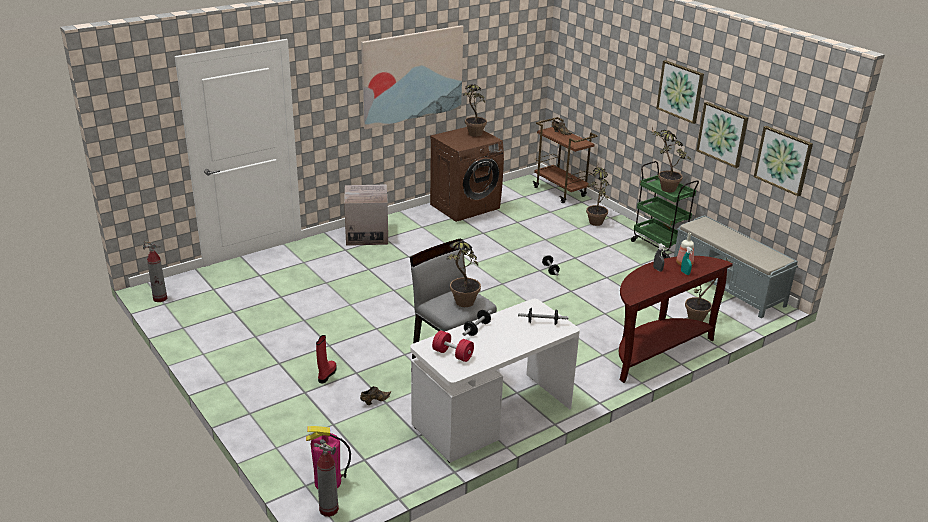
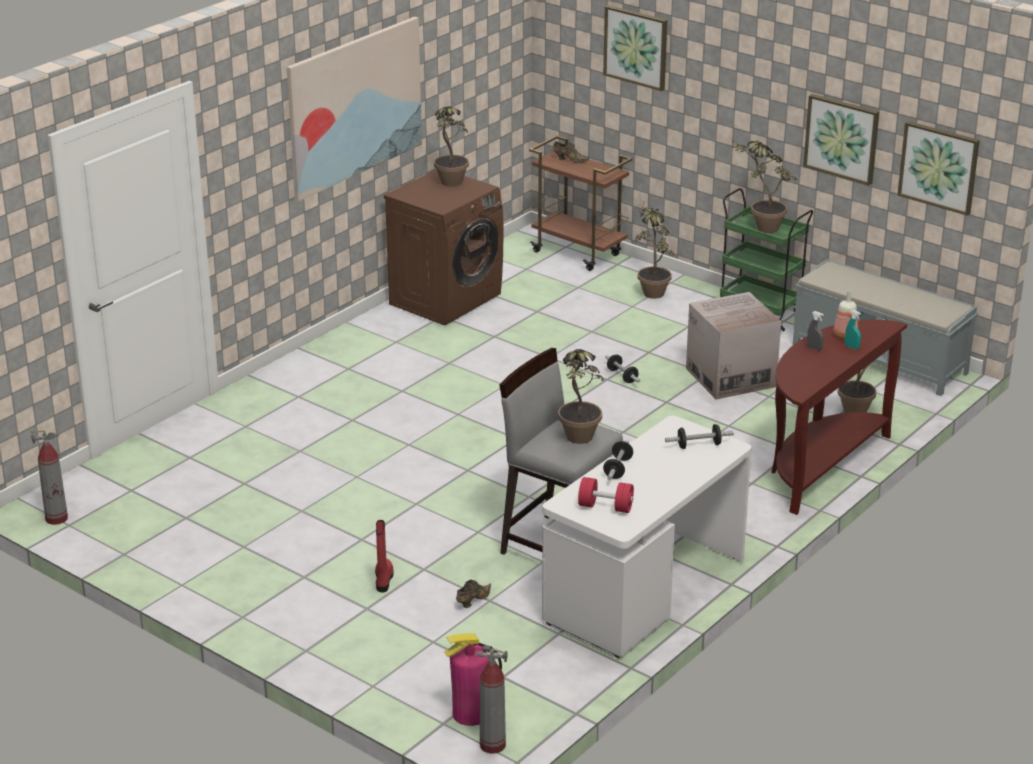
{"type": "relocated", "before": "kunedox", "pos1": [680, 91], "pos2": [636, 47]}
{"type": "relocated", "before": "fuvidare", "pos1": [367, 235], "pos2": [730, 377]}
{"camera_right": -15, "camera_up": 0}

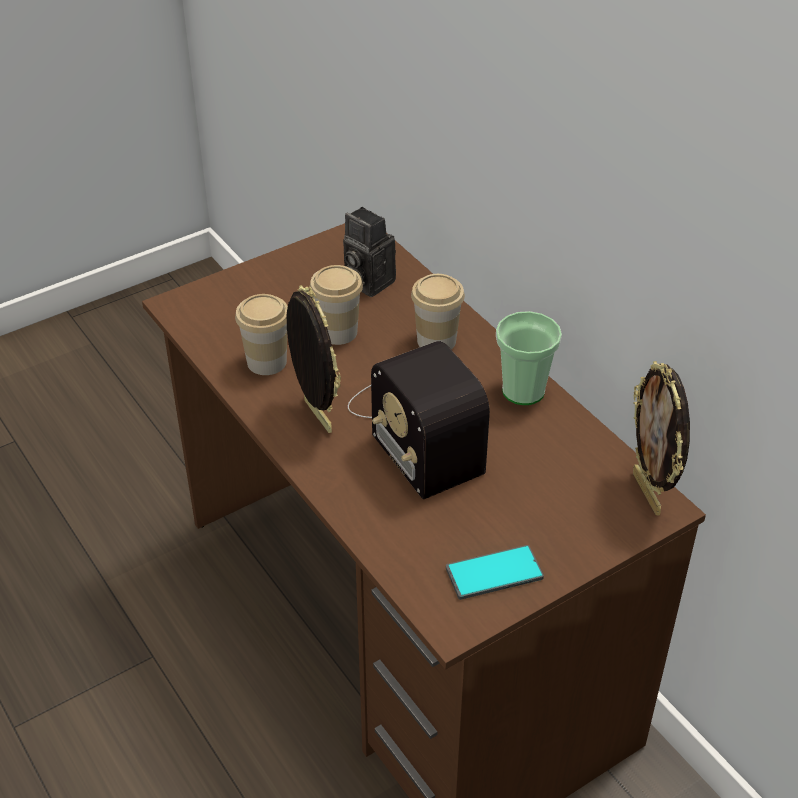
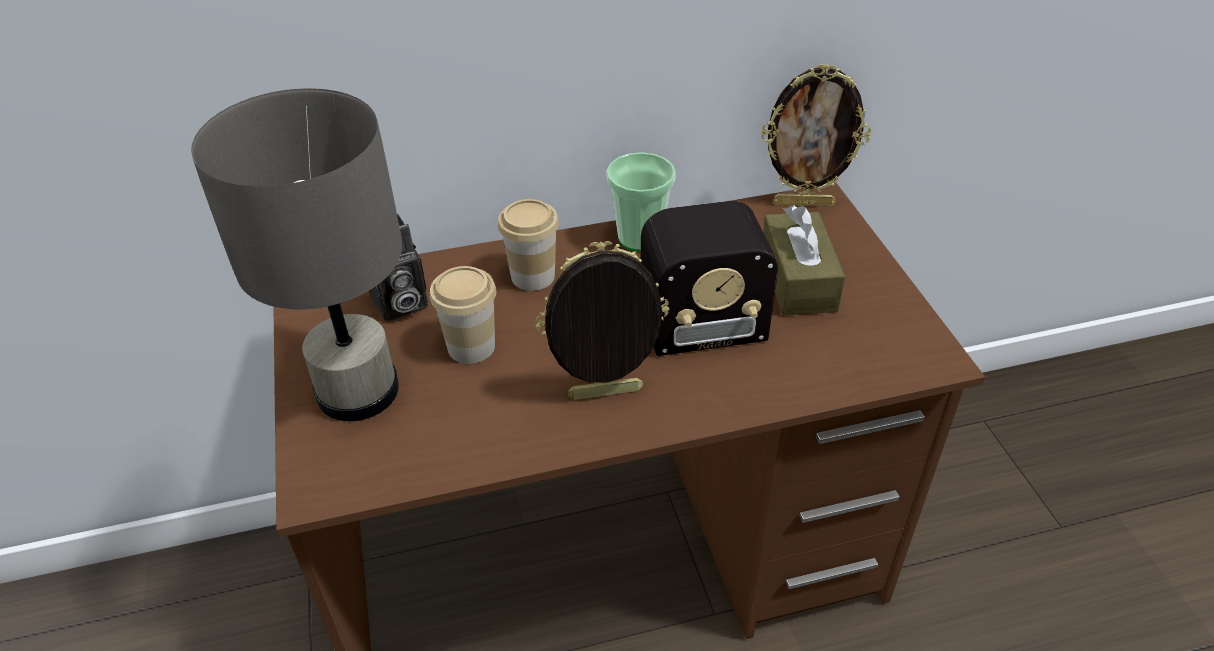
{"type": "missing", "before": "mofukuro", "pos1": [267, 362]}
{"type": "missing", "before": "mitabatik", "pos1": [494, 573]}
{"type": "appeared", "after": "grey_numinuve", "pos2": [360, 391]}
{"type": "appeared", "after": "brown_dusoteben", "pos2": [798, 280]}
{"camera_right": -70, "camera_up": 0}

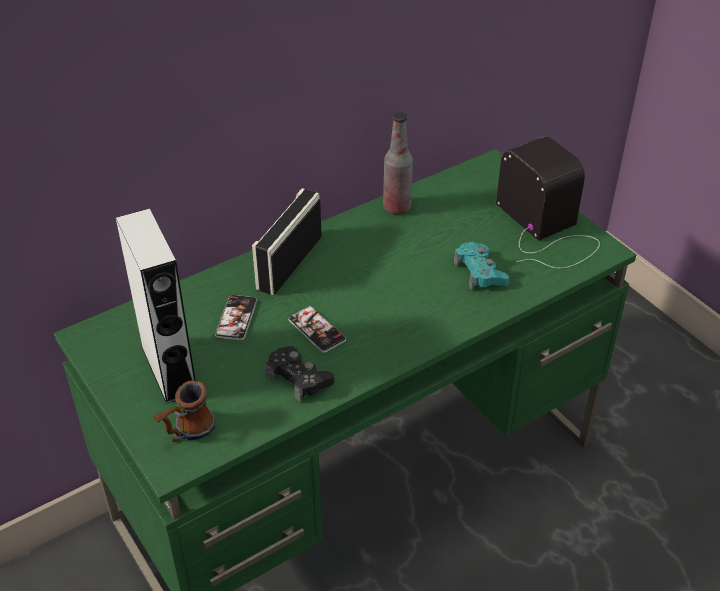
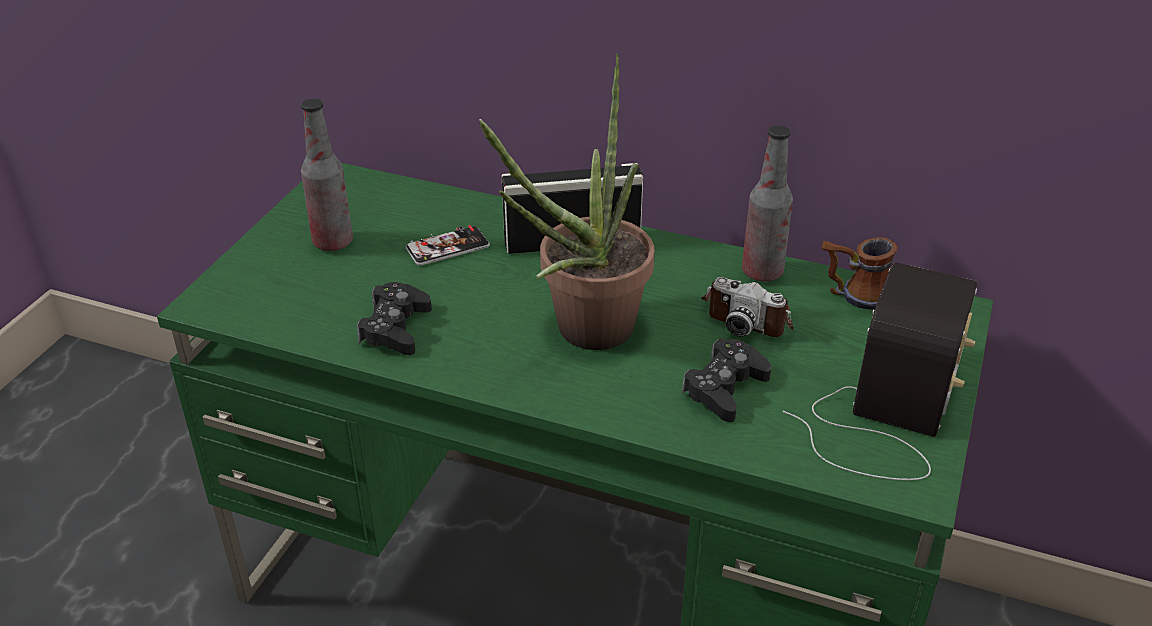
{"type": "exchanged", "before": "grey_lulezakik", "after": "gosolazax", "pos1": [169, 370], "pos2": [333, 242]}
{"type": "colour", "before": "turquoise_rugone", "after": "black_rugone", "pos1": [480, 272], "pos2": [725, 388]}
{"type": "missing", "before": "mitabatik", "pos1": [317, 330]}
{"type": "relocated", "before": "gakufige", "pos1": [187, 432], "pos2": [853, 295]}
{"type": "appeared", "after": "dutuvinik", "pos2": [582, 334]}
{"type": "appeared", "after": "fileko", "pos2": [749, 315]}
{"camera_right": 55, "camera_up": -5}

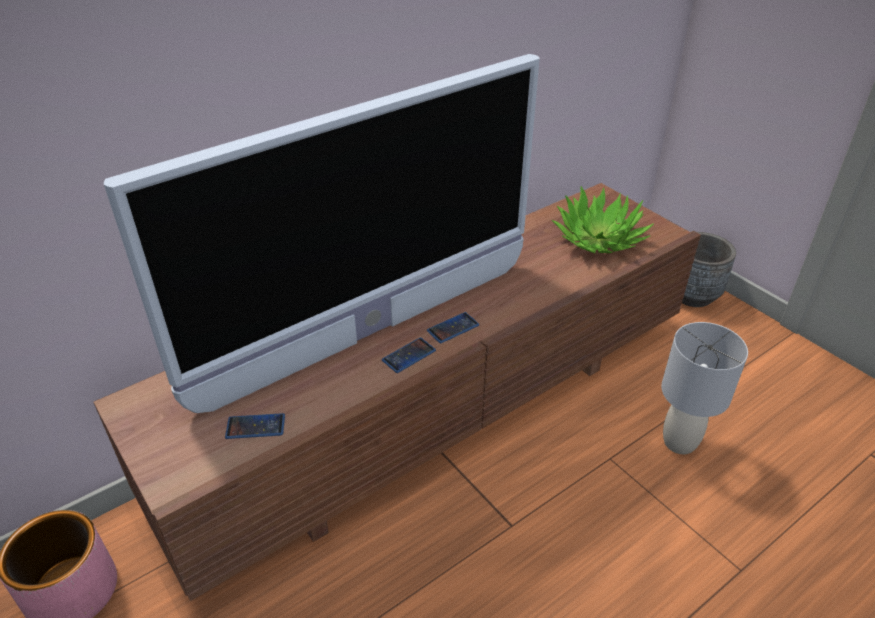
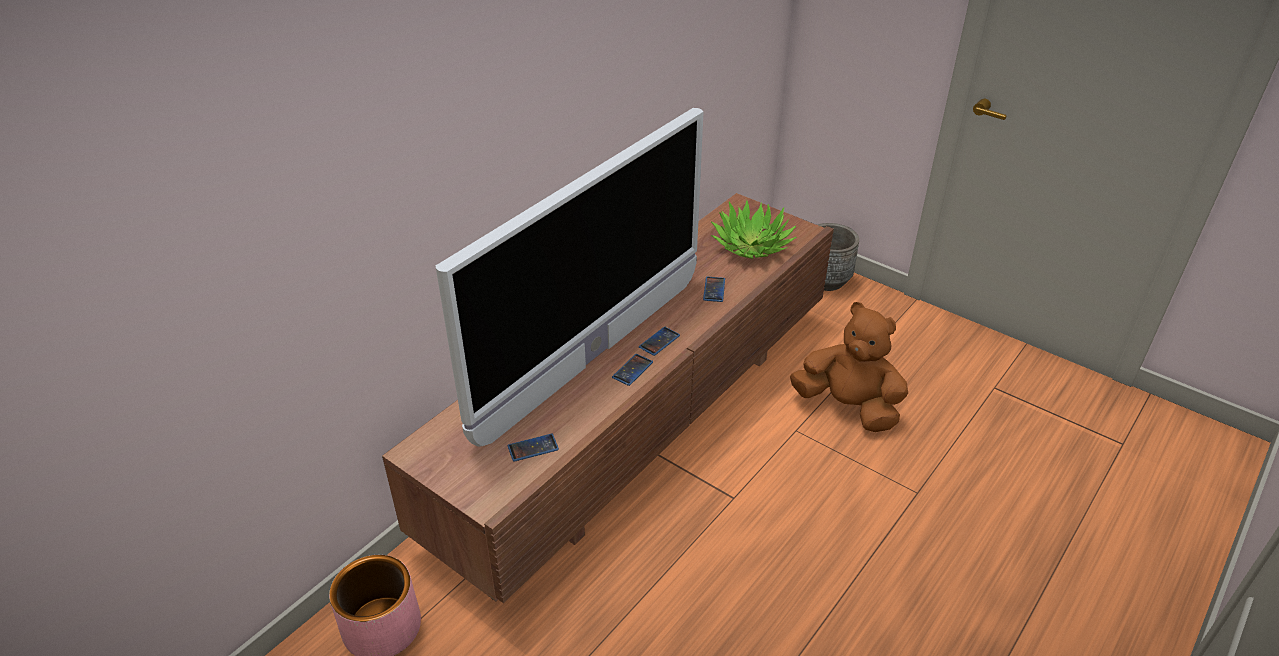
{"type": "exchanged", "before": "grey_numinuve", "after": "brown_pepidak", "pos1": [680, 442], "pos2": [848, 406]}
{"type": "appeared", "after": "mitabatik", "pos2": [714, 289]}
{"camera_right": -15, "camera_up": 0}

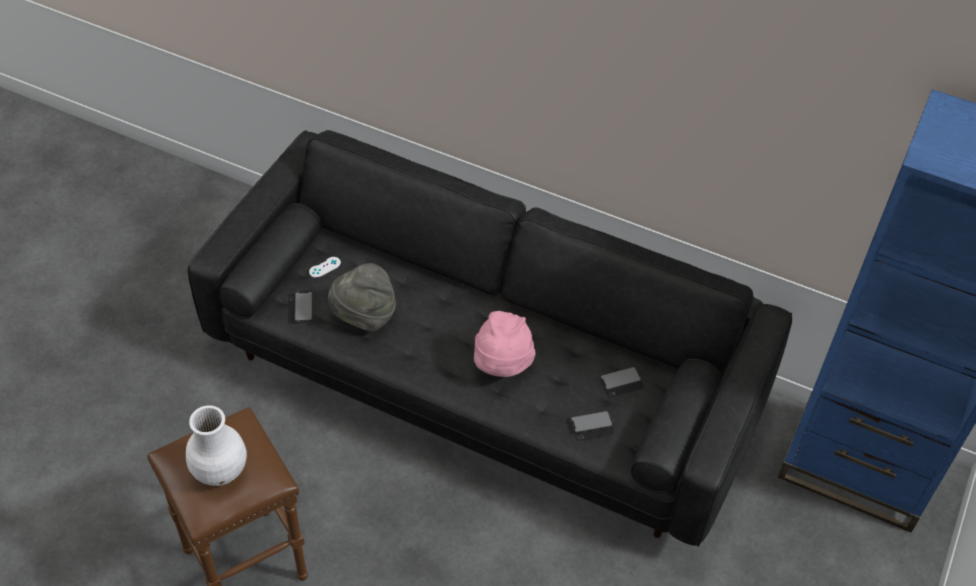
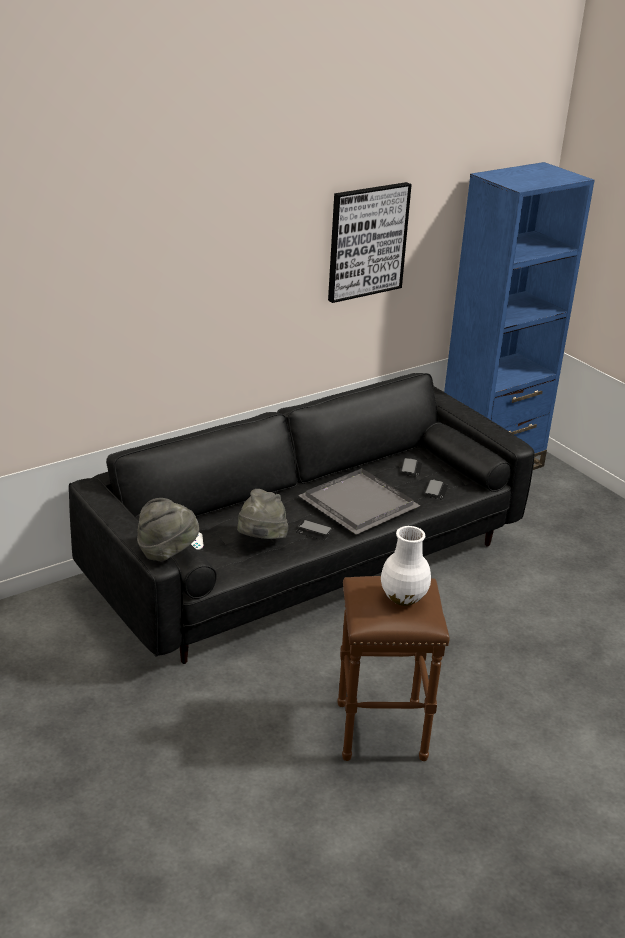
{"type": "relocated", "before": "mitabatik", "pos1": [300, 308], "pos2": [314, 531]}
{"type": "exchanged", "before": "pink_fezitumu", "after": "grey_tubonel", "pos1": [502, 365], "pos2": [358, 502]}
{"type": "appeared", "after": "kunedox", "pos2": [367, 241]}
{"type": "appeared", "after": "grey_fezitumu", "pos2": [167, 552]}
{"camera_right": -60, "camera_up": -20}

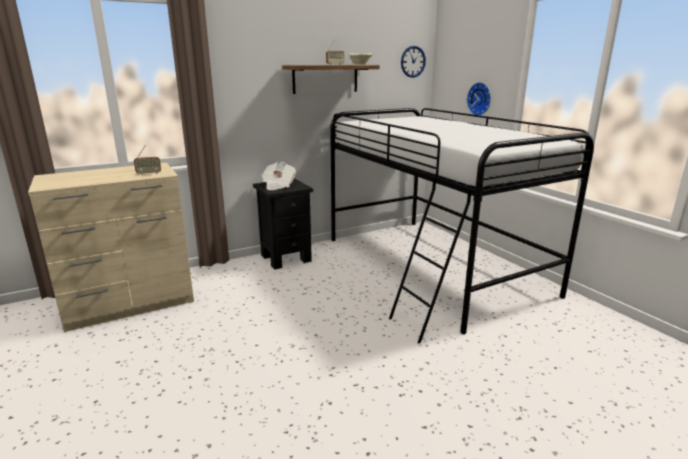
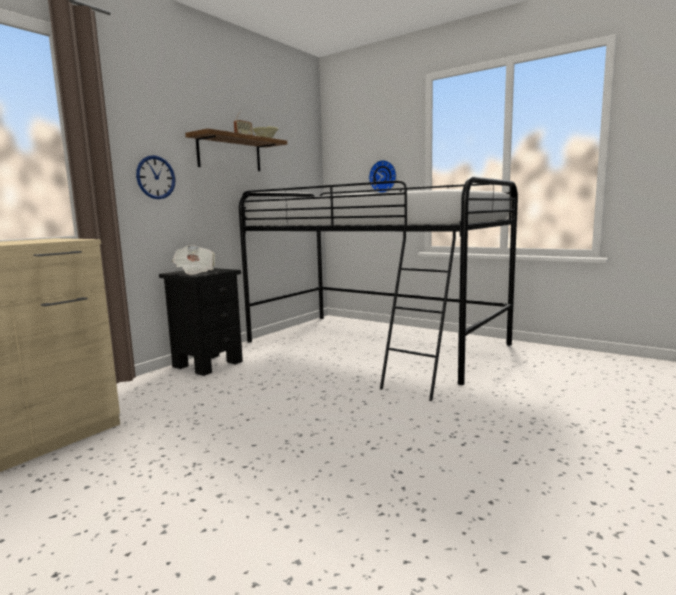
{"type": "relocated", "before": "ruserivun", "pos1": [413, 61], "pos2": [156, 177]}
{"type": "missing", "before": "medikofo", "pos1": [149, 174]}
{"camera_right": -25, "camera_up": -10}

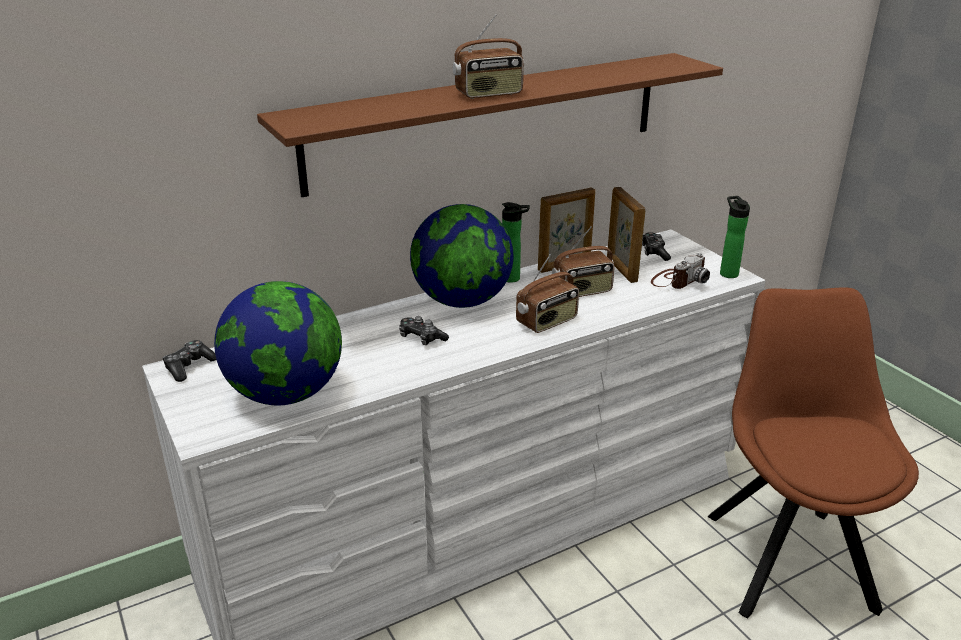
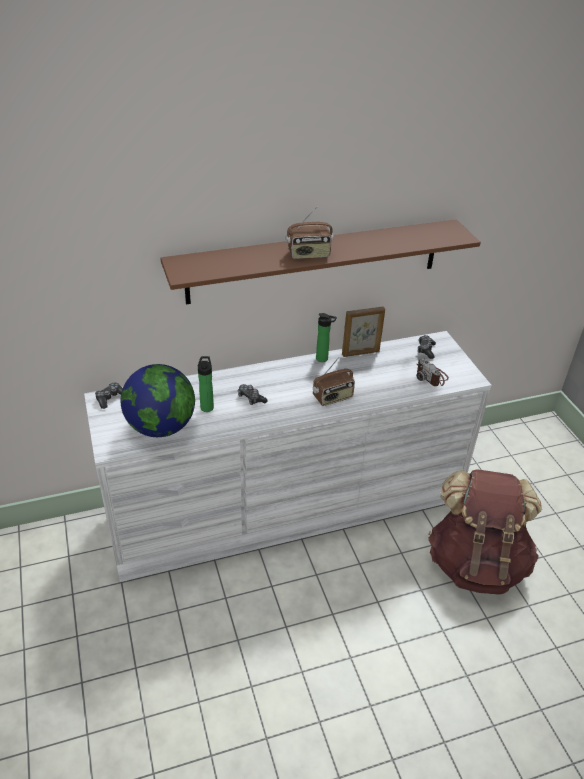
{"type": "missing", "before": "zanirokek", "pos1": [621, 270]}
{"type": "relocated", "before": "gosolazax", "pos1": [727, 273], "pos2": [207, 406]}
{"type": "missing", "before": "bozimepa", "pos1": [462, 301]}
{"type": "missing", "before": "medikofo", "pos1": [582, 291]}
{"type": "spun", "before": "fileko", "pos1": [678, 280], "pos2": [431, 376], "turn": 90}
{"type": "exchanged", "before": "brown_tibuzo", "after": "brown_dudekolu", "pos1": [787, 560], "pos2": [476, 563]}
{"camera_right": 10, "camera_up": 10}

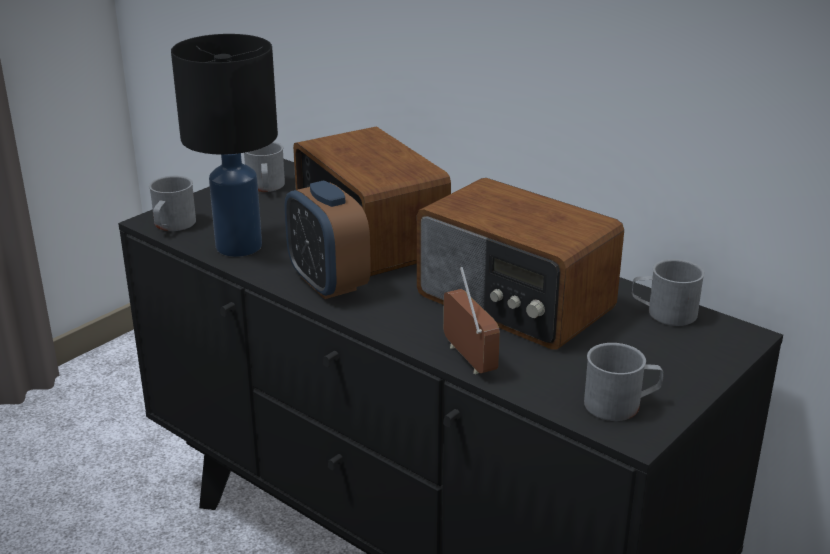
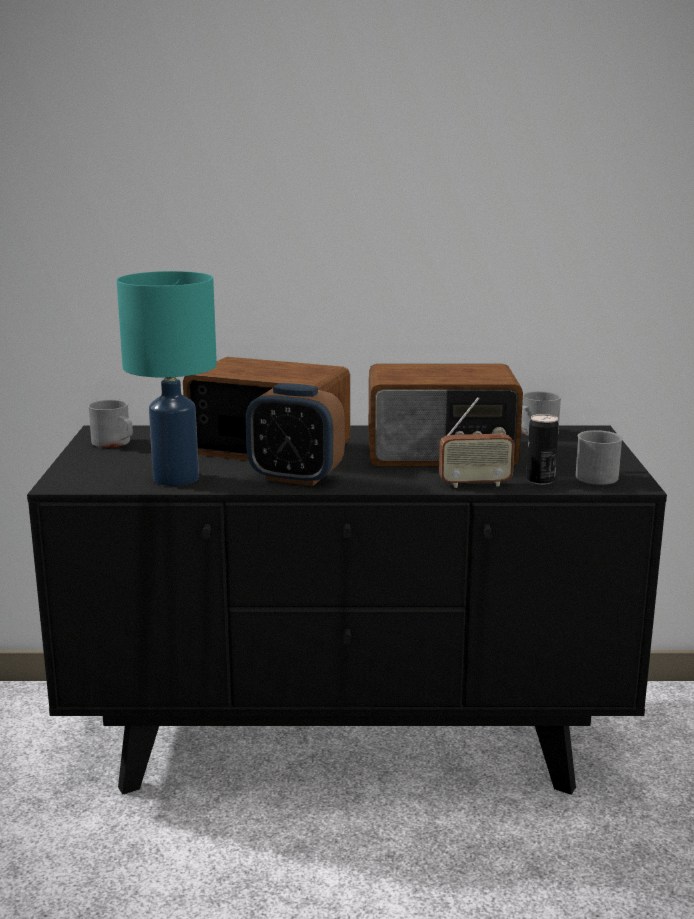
{"type": "colour", "before": "black_numinuve", "after": "turquoise_numinuve", "pos1": [240, 246], "pos2": [177, 478]}
{"type": "missing", "before": "grey_gakufige", "pos1": [172, 226]}
{"type": "spun", "before": "medikofo", "pos1": [468, 359], "pos2": [475, 484], "turn": 150}
{"type": "appeared", "after": "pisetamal", "pos2": [540, 480]}
{"camera_right": -40, "camera_up": -10}

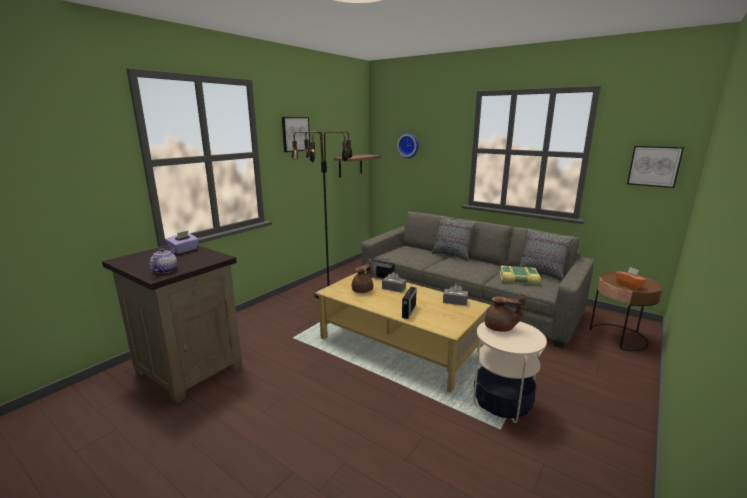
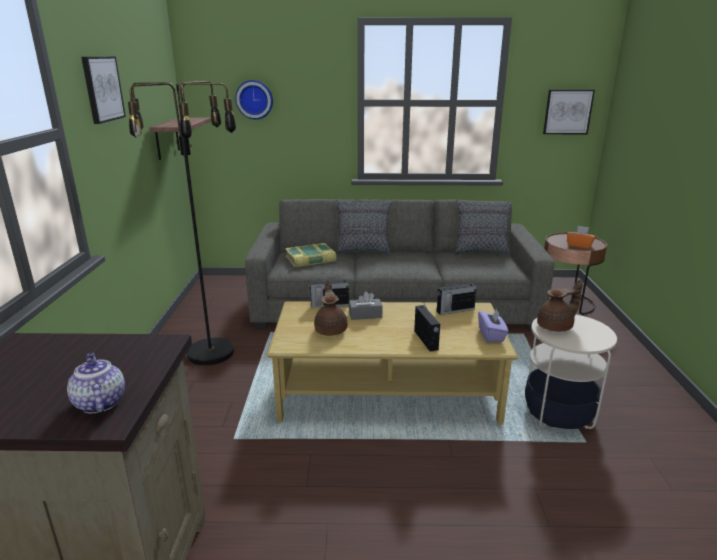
{"type": "relocated", "before": "purple_dusoteben", "pos1": [184, 250], "pos2": [491, 335]}
{"type": "relocated", "before": "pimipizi", "pos1": [518, 279], "pos2": [310, 260]}
{"type": "exchanged", "before": "grey_dusoteben", "after": "medikofo", "pos1": [455, 301], "pos2": [454, 310]}
{"camera_right": -35, "camera_up": 5}

